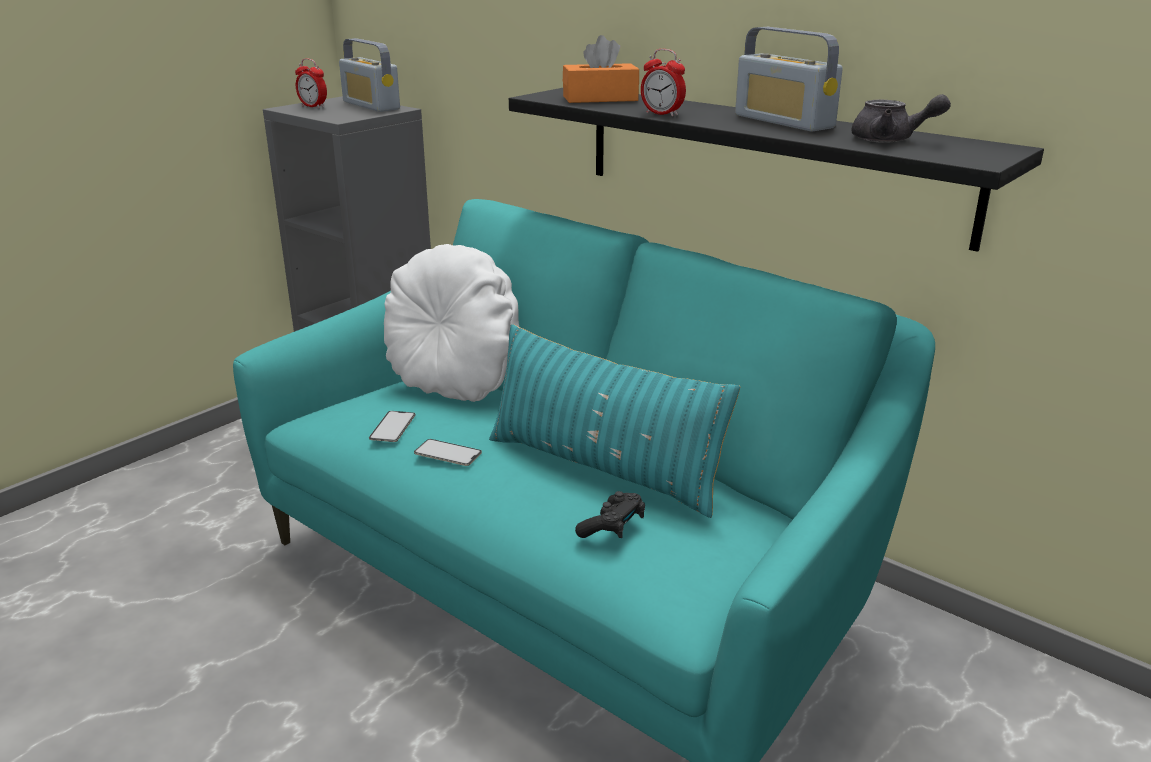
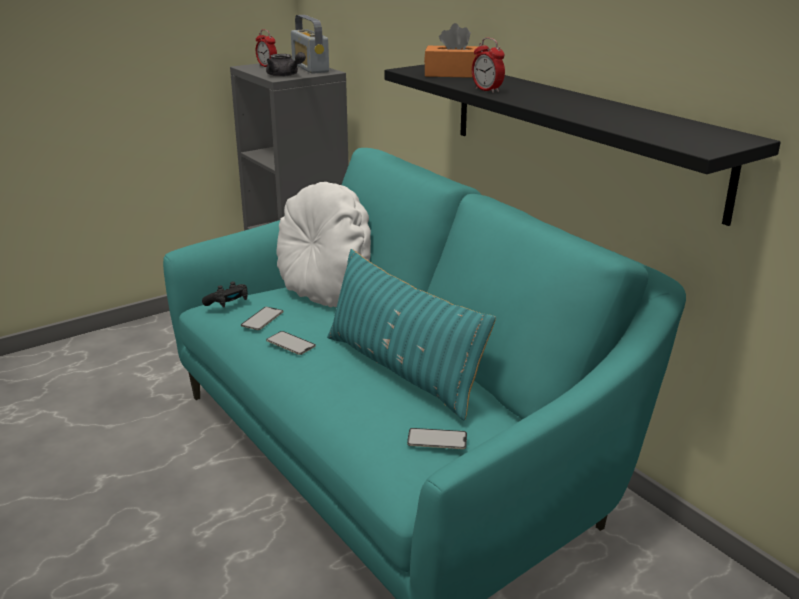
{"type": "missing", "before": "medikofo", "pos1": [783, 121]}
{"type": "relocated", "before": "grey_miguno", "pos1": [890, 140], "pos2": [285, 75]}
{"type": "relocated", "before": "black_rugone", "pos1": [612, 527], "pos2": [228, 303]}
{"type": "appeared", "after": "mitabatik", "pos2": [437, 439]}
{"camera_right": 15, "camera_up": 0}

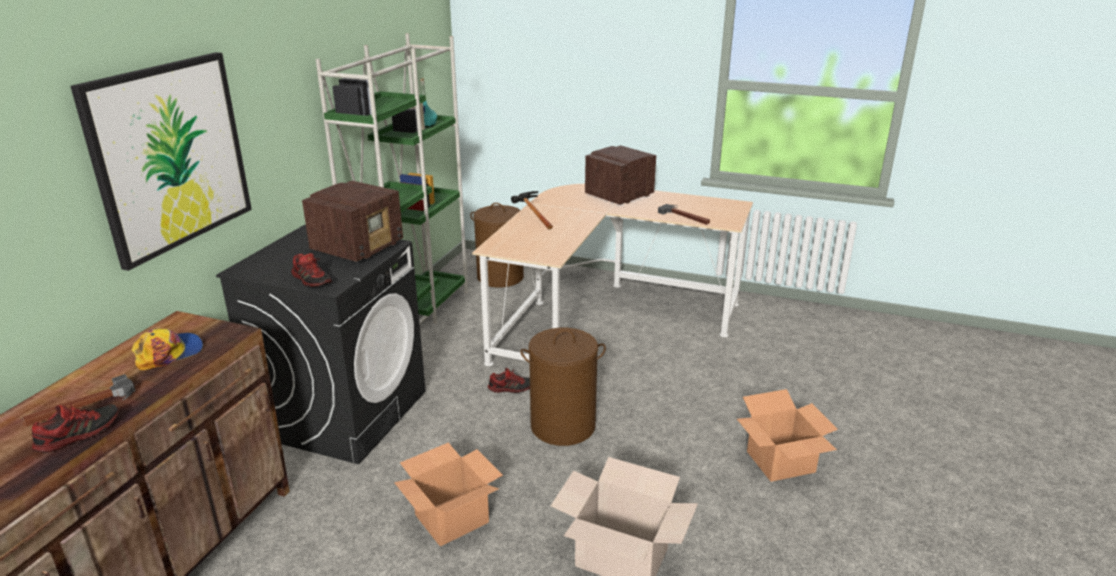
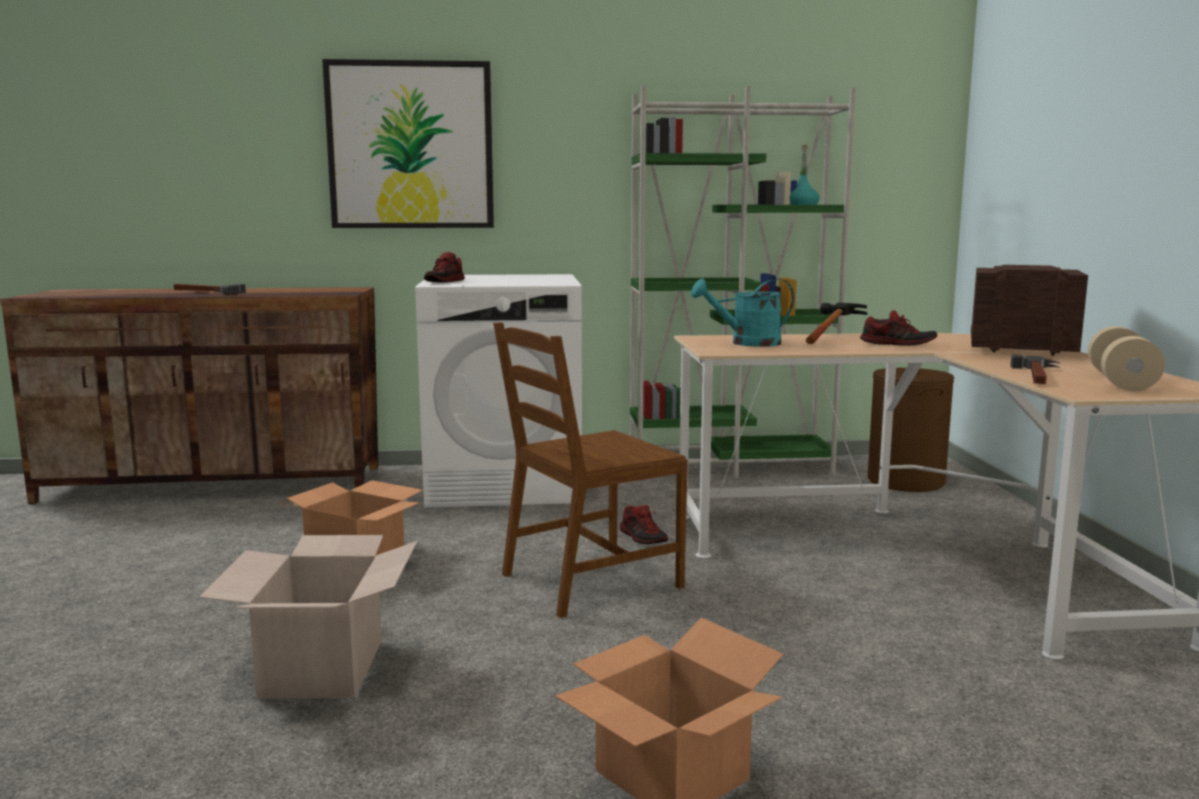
{"type": "missing", "before": "medikofo", "pos1": [359, 247]}
{"type": "colour", "before": "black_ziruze", "after": "white_ziruze", "pos1": [344, 413], "pos2": [506, 484]}
{"type": "missing", "before": "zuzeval", "pos1": [169, 353]}
{"type": "exchanged", "before": "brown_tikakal", "after": "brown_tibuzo", "pos1": [562, 426], "pos2": [589, 580]}
{"type": "relocated", "before": "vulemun", "pos1": [78, 434], "pos2": [897, 344]}
{"type": "appeared", "after": "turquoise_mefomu", "pos2": [747, 343]}
{"type": "appeared", "after": "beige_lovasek", "pos2": [1121, 382]}
{"camera_right": 65, "camera_up": -15}

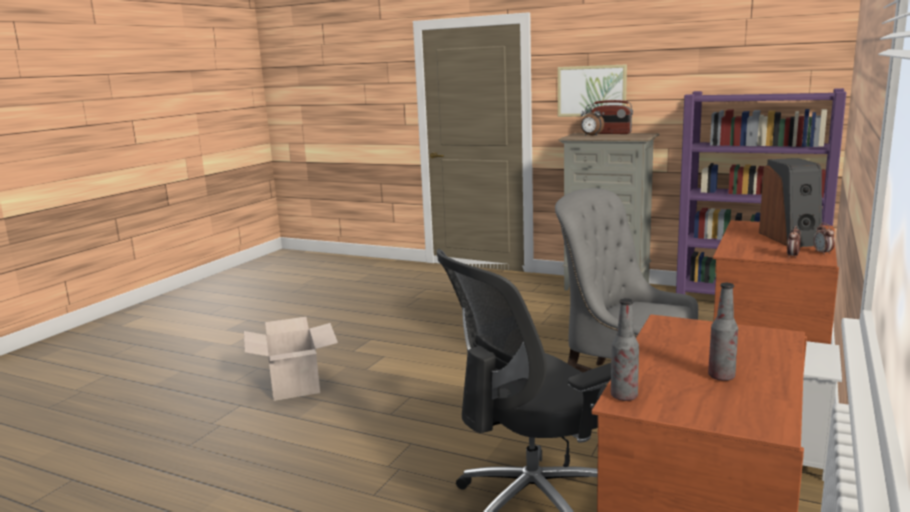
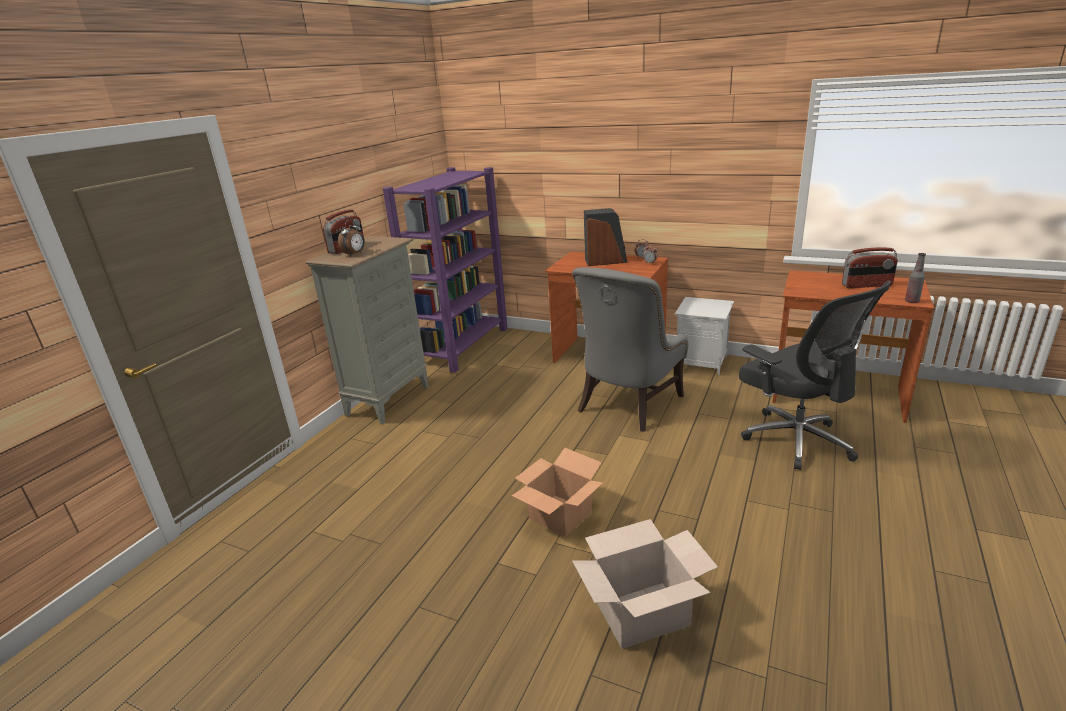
{"type": "missing", "before": "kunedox", "pos1": [591, 91]}
{"type": "exchanged", "before": "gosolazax", "after": "medikofo", "pos1": [721, 377], "pos2": [867, 285]}
{"type": "appeared", "after": "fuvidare", "pos2": [561, 515]}
{"camera_right": -90, "camera_up": 10}

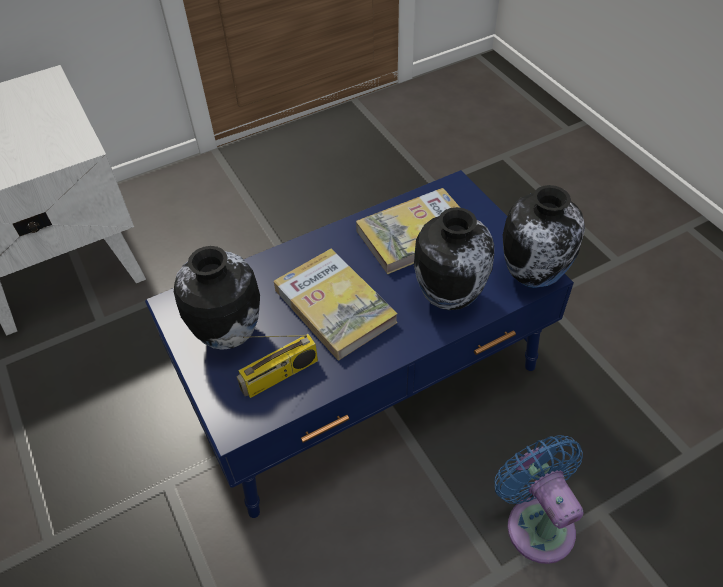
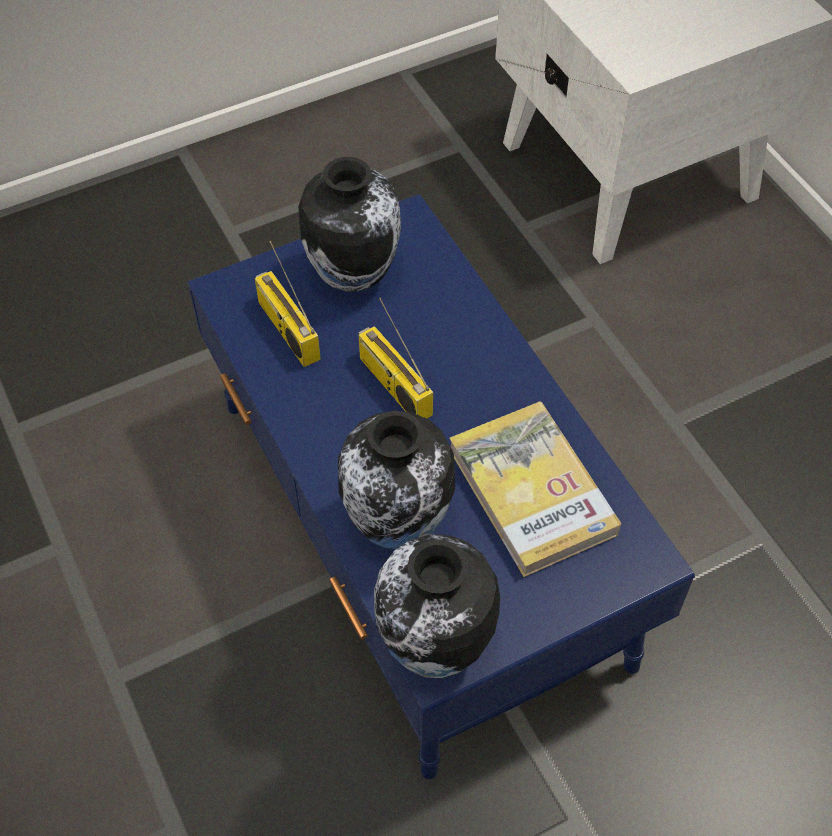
{"type": "exchanged", "before": "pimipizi", "after": "medikofo", "pos1": [334, 306], "pos2": [393, 385]}
{"type": "missing", "before": "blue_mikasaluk", "pos1": [536, 522]}
{"camera_right": 90, "camera_up": 5}

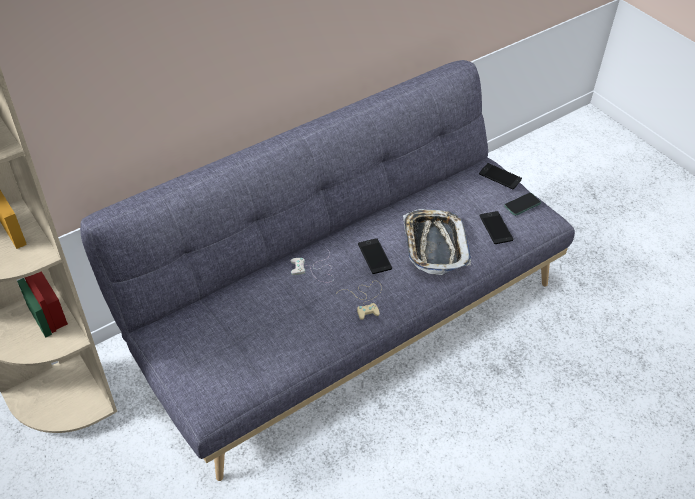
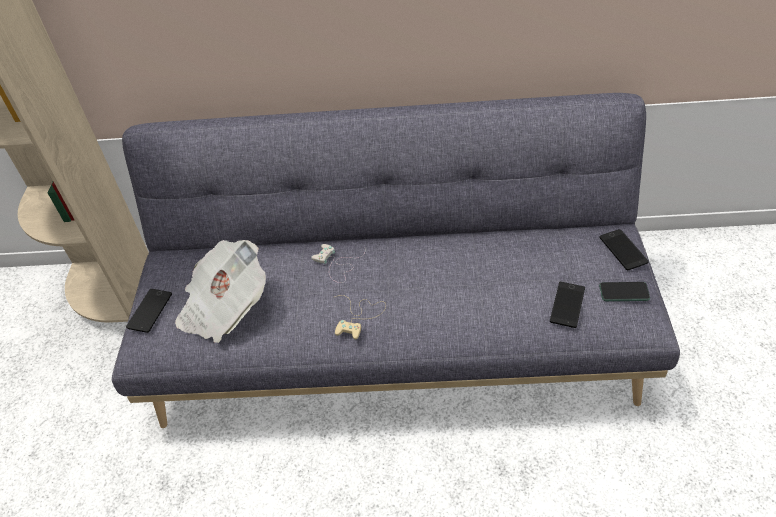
{"type": "missing", "before": "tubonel", "pos1": [434, 245]}
{"type": "relocated", "before": "mitabatik", "pos1": [374, 256], "pos2": [149, 310]}
{"type": "appeared", "after": "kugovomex", "pos2": [224, 307]}
{"camera_right": 40, "camera_up": 0}

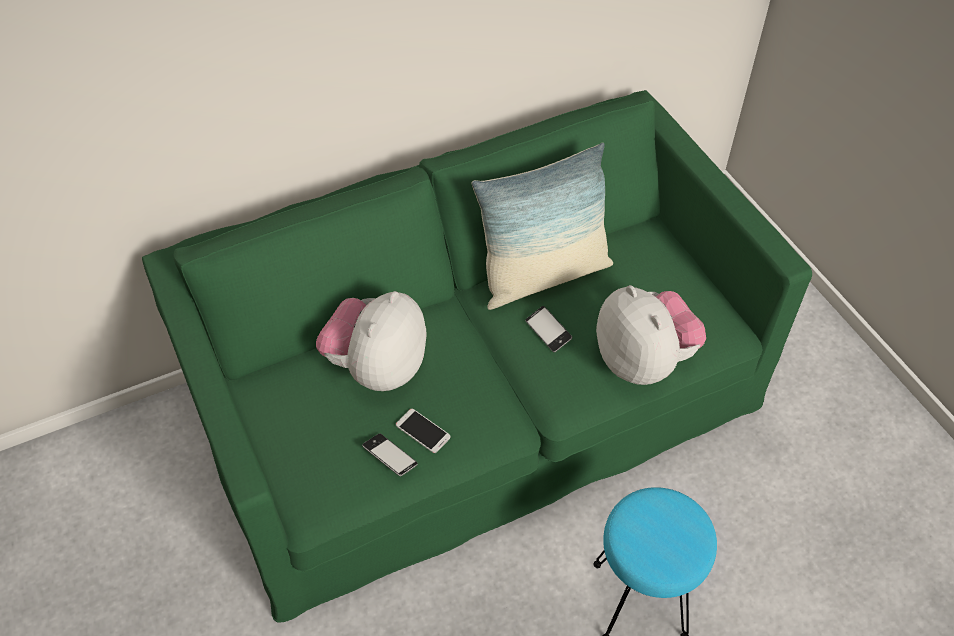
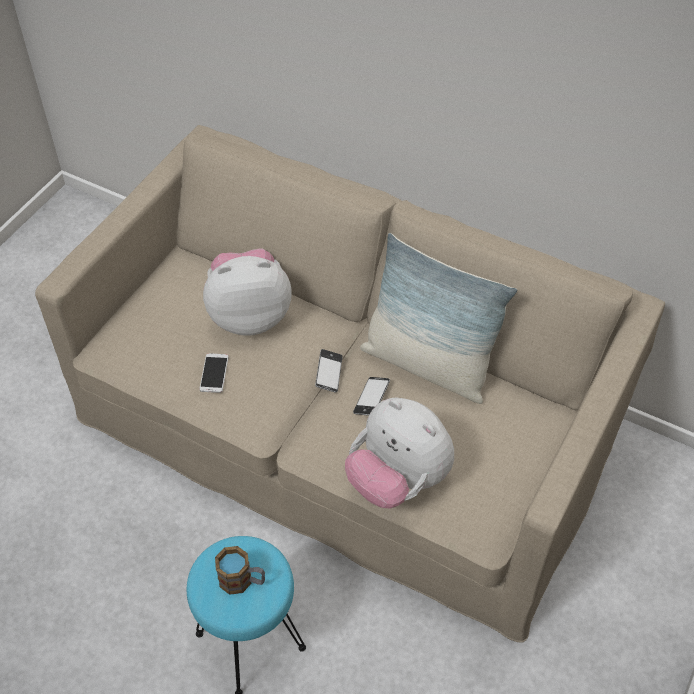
{"type": "colour", "before": "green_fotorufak", "after": "beige_fotorufak", "pos1": [476, 400], "pos2": [347, 425]}
{"type": "spun", "before": "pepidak", "pos1": [643, 361], "pos2": [397, 480], "turn": 105}
{"type": "relocated", "before": "mitabatik", "pos1": [390, 457], "pos2": [329, 373]}
{"type": "appeared", "after": "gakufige", "pos2": [242, 580]}
{"camera_right": 55, "camera_up": 0}

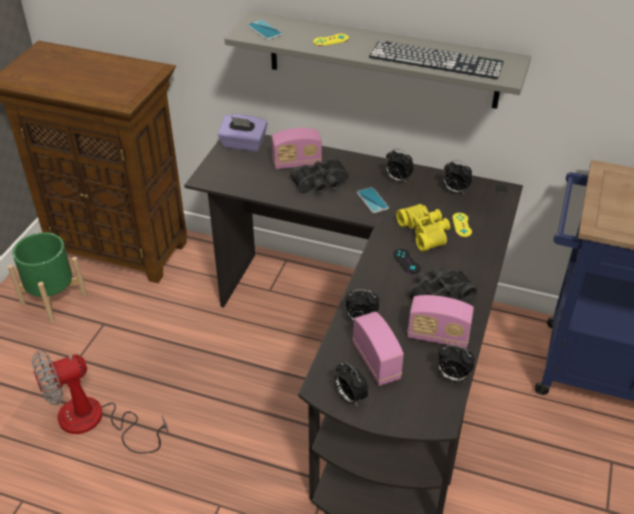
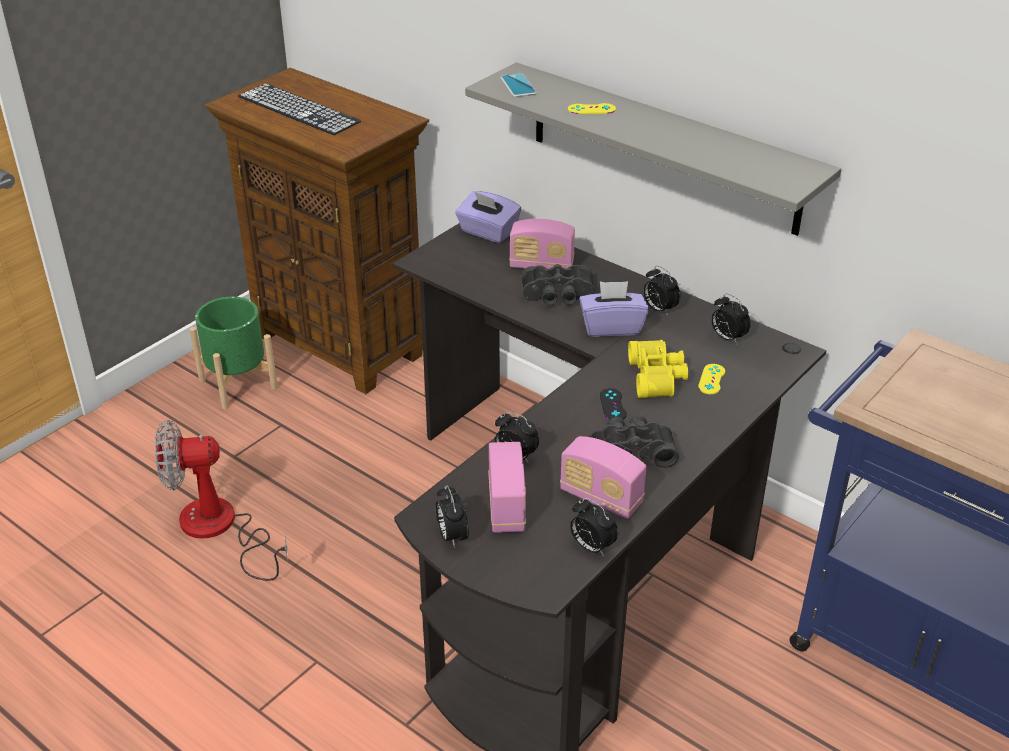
{"type": "relocated", "before": "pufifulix", "pos1": [436, 60], "pos2": [298, 109]}
{"type": "exchanged", "before": "mitabatik", "after": "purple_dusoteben", "pos1": [372, 200], "pos2": [611, 327]}
{"camera_right": 20, "camera_up": -5}

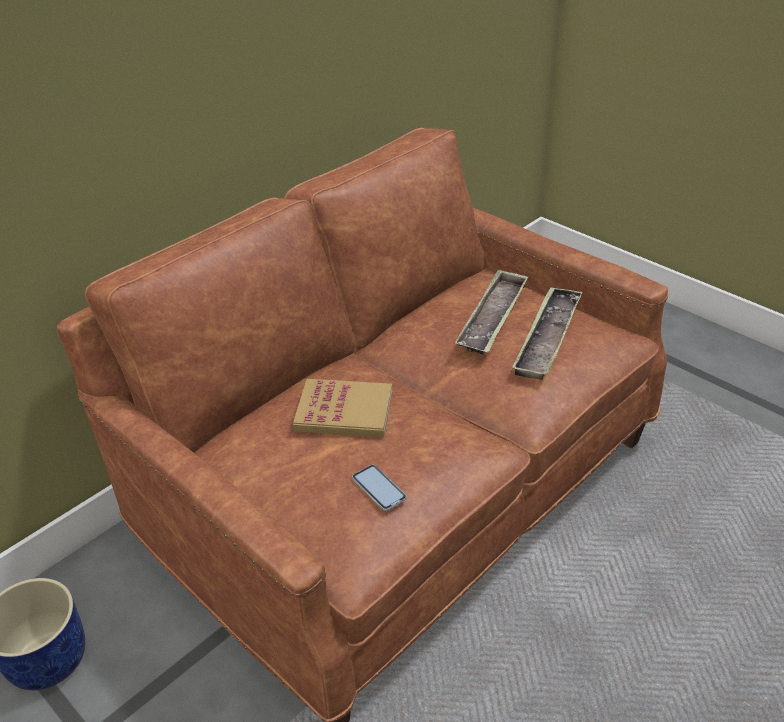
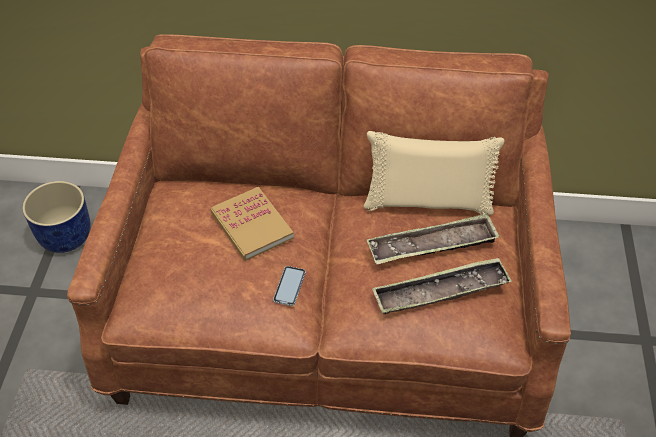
{"type": "relocated", "before": "mitabatik", "pos1": [379, 488], "pos2": [289, 286]}
{"type": "appeared", "after": "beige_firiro", "pos2": [428, 202]}
{"camera_right": 50, "camera_up": 10}

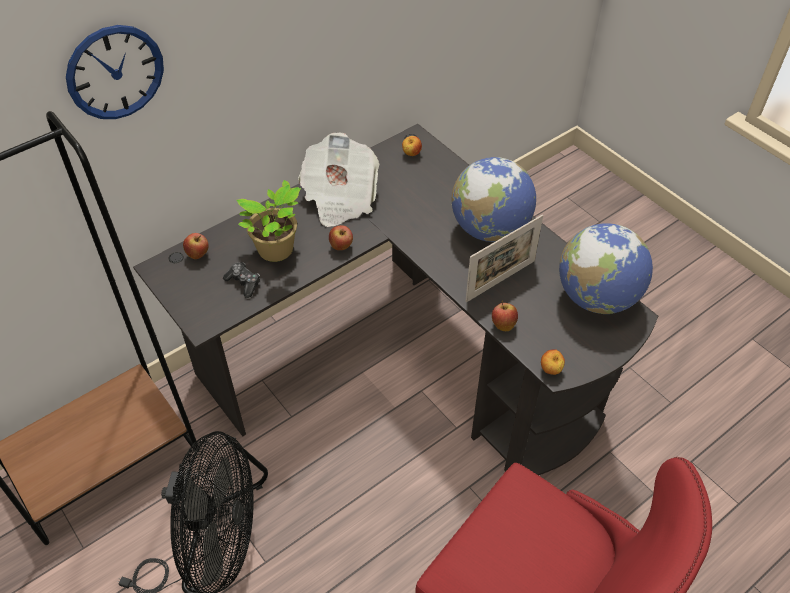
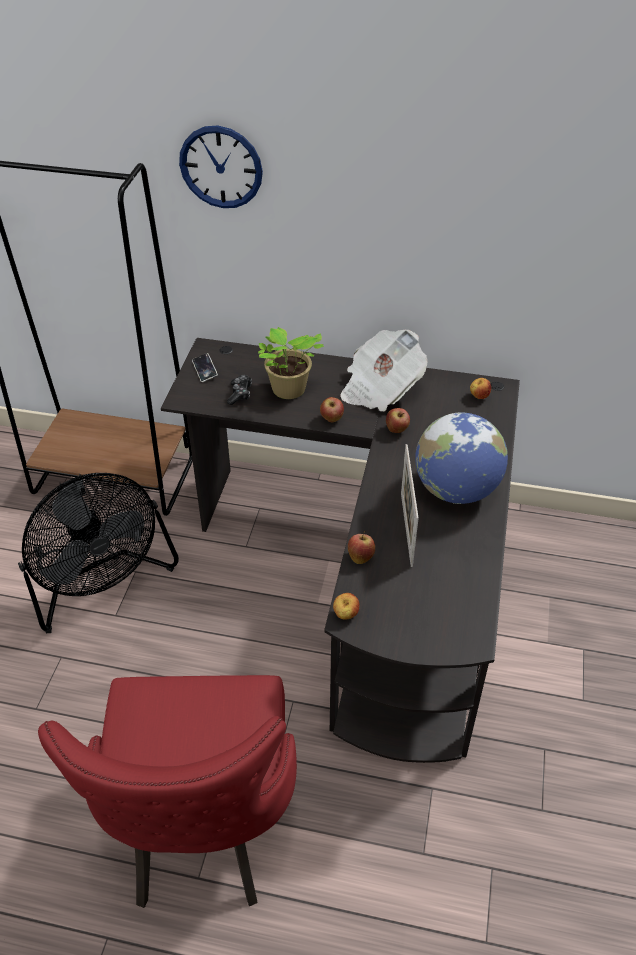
{"type": "spun", "before": "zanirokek", "pos1": [500, 281], "pos2": [406, 529], "turn": 75}
{"type": "missing", "before": "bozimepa", "pos1": [596, 297]}
{"type": "relocated", "before": "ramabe", "pos1": [198, 254], "pos2": [397, 430]}
{"type": "appeared", "after": "mitabatik", "pos2": [204, 369]}
{"camera_right": 50, "camera_up": -5}

